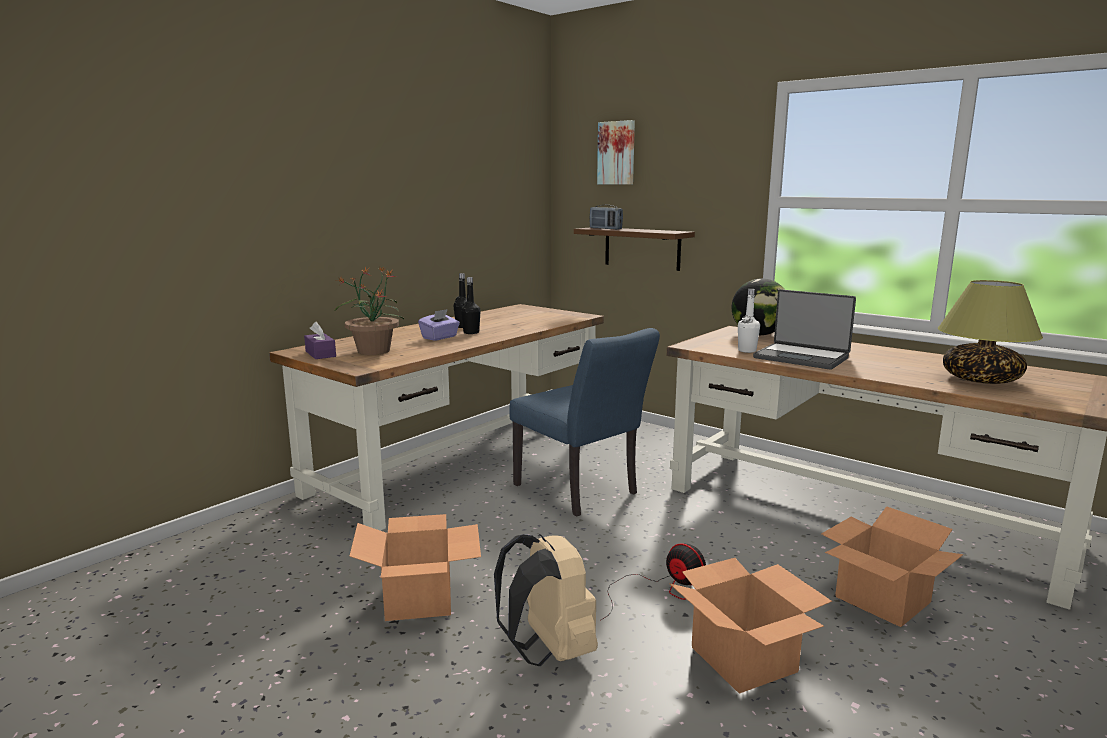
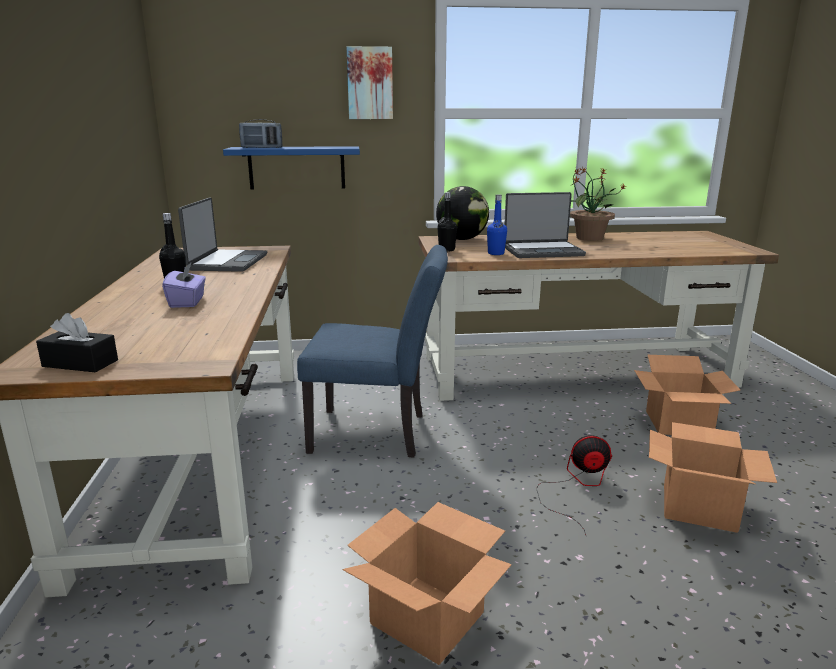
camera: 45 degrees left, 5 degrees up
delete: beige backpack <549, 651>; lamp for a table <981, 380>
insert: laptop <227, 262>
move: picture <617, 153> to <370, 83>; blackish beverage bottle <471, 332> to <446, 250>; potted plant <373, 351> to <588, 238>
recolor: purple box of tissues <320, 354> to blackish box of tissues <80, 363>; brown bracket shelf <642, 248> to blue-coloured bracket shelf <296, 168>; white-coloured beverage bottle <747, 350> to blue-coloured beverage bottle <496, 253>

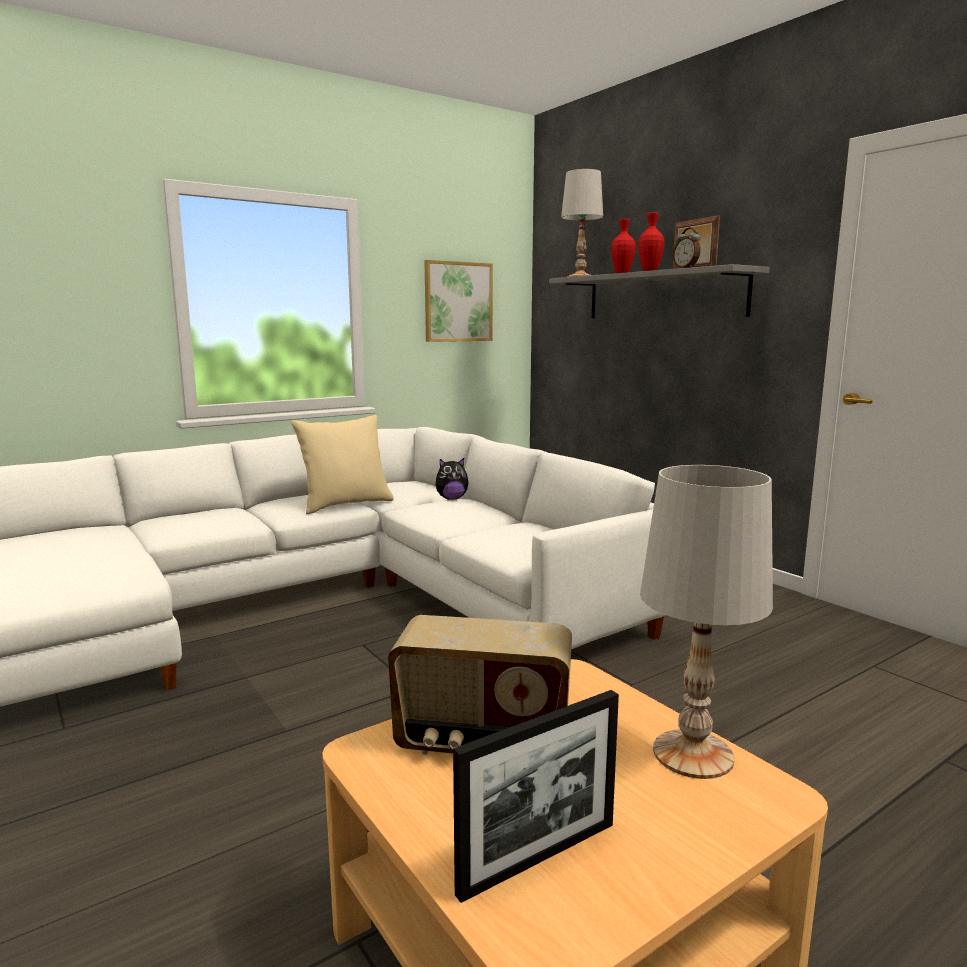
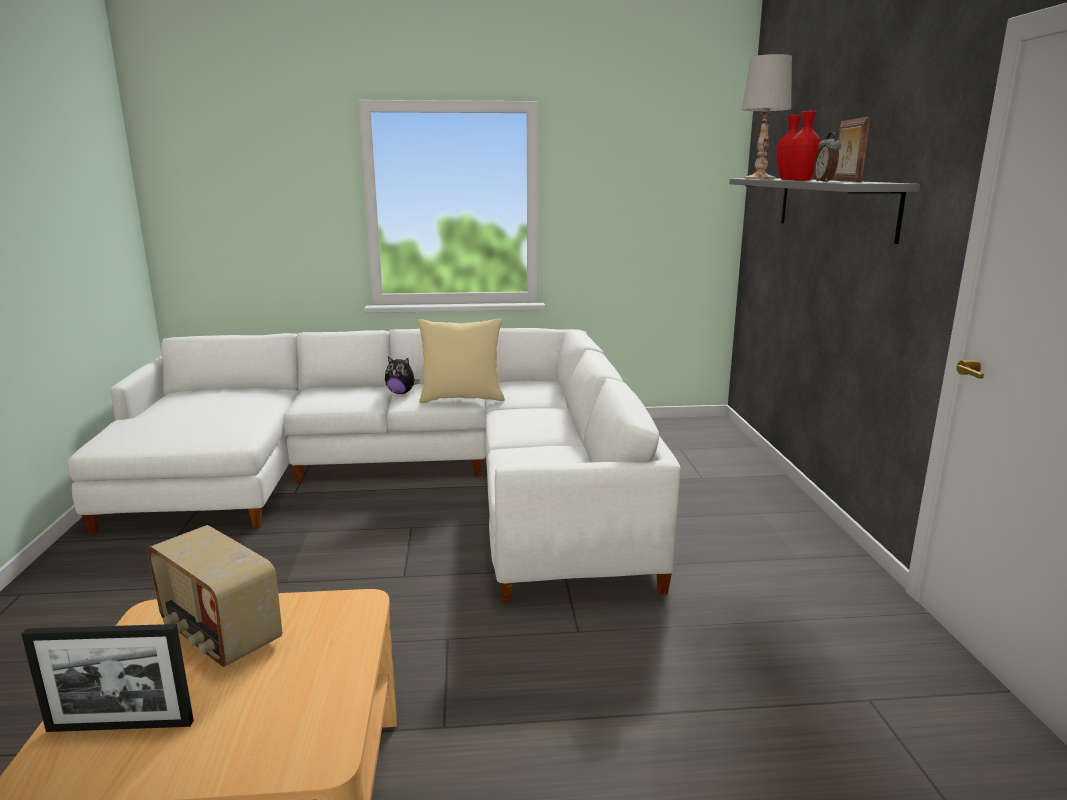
camera: 30 degrees right, 5 degrees up
delete: picture <458, 302>; white-coloured lamp for a table <693, 753>
move: soft toy <451, 498> to <401, 393>

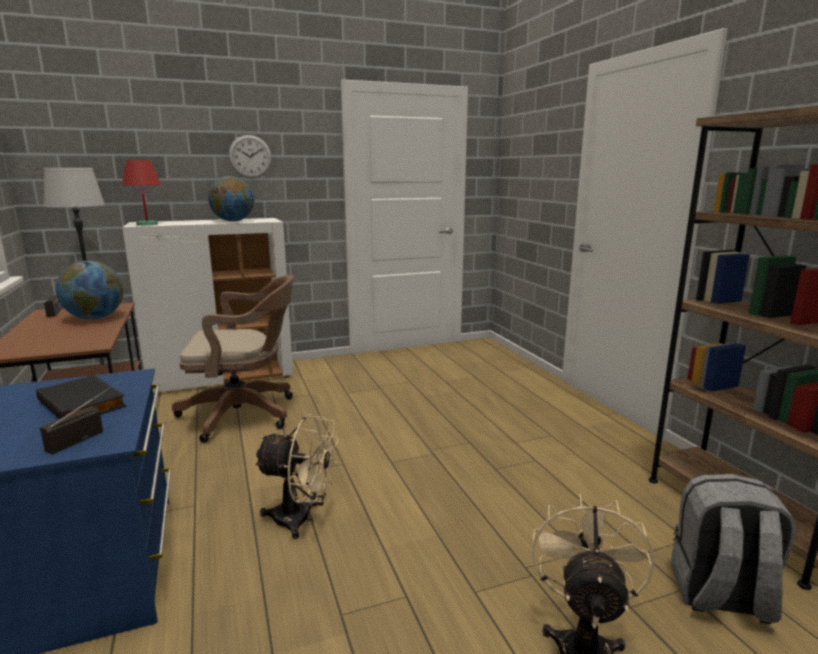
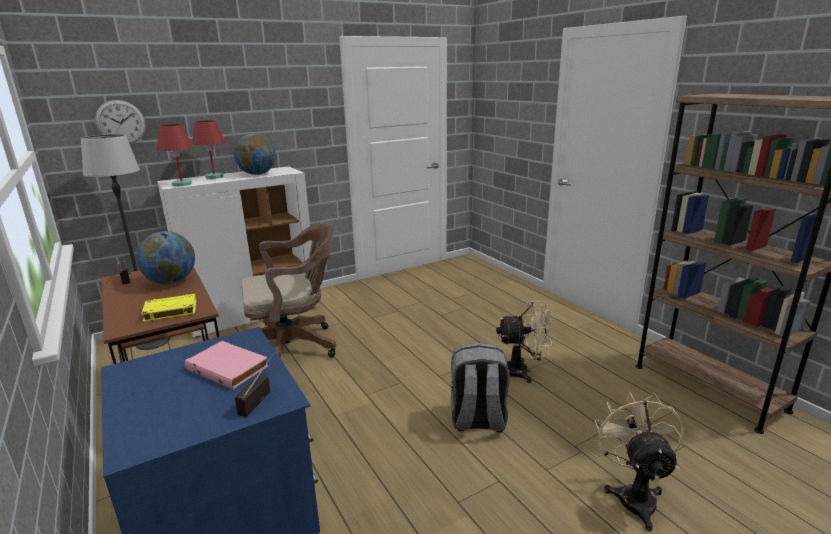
camera: 10 degrees left, 5 degrees up
insert: yellow-coloured volume <170, 311>; red-coloured lamp for a table <215, 177>
move: wall clock <250, 157> to <120, 122>; grey backpack <720, 596> to <477, 420>; beige electric fan <301, 519> to <522, 371>
recolor: blackish volume <84, 403> to pinkish volume <229, 367>

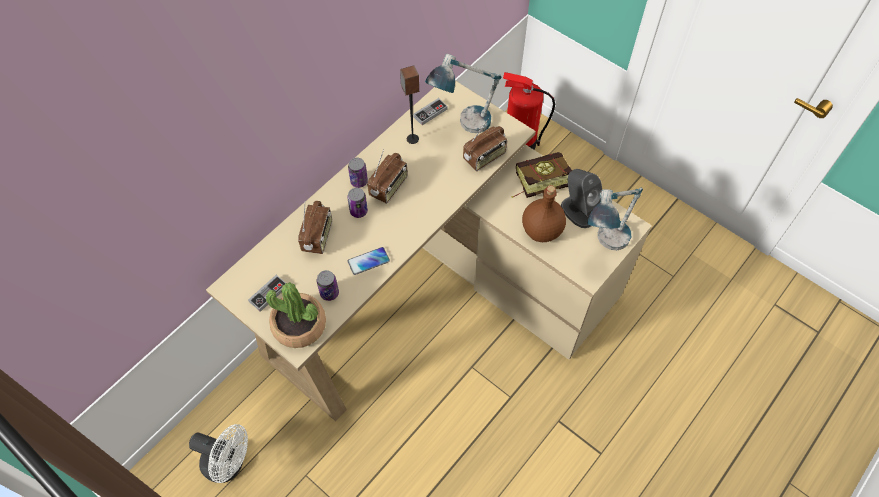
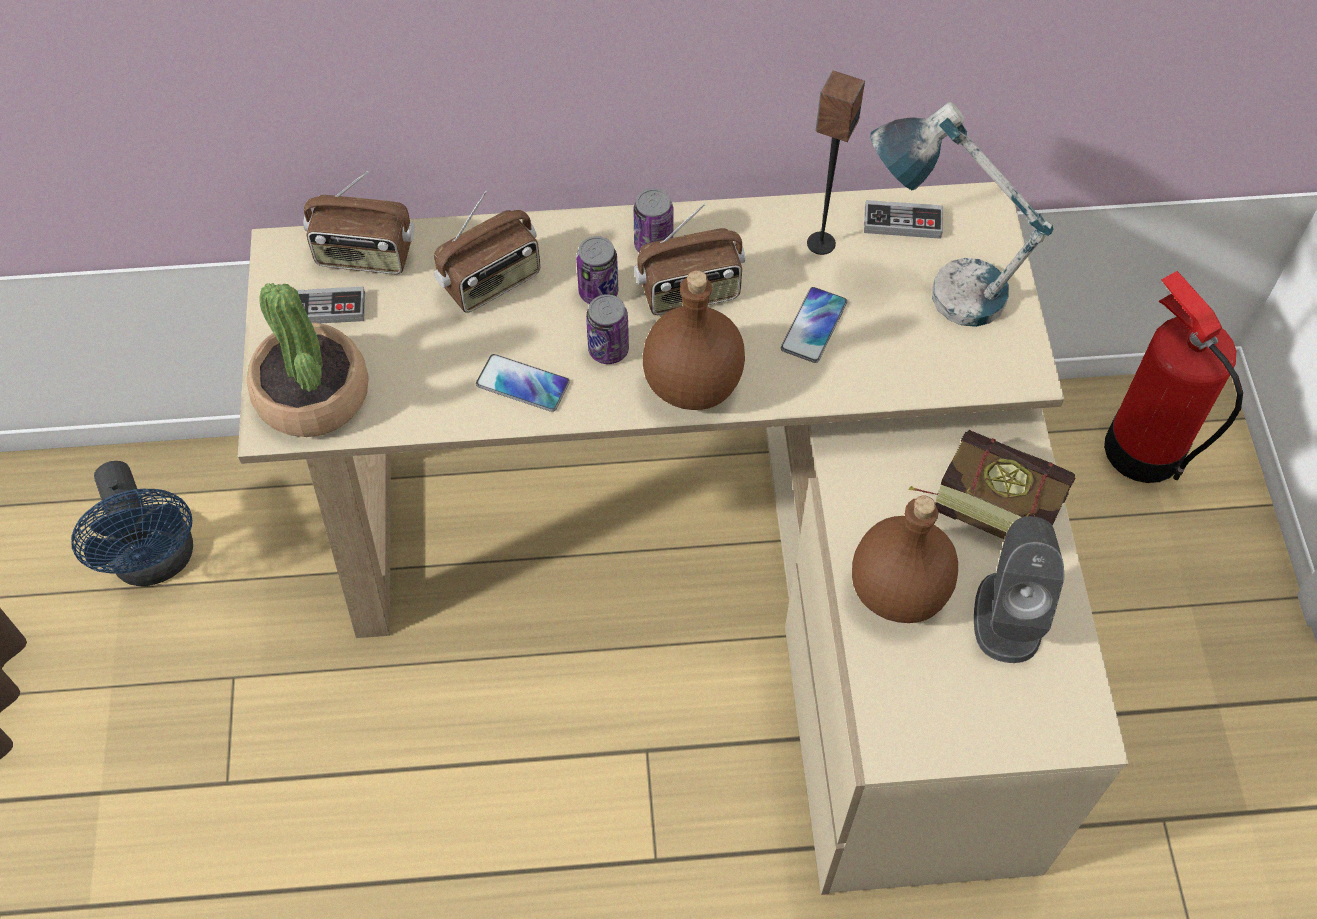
camera: 45 degrees right, 0 degrees up
delete: lamp for a table <605, 245>
insert: brown beverage bottle <694, 385>; phone <814, 326>
move: radio set <484, 158> to <365, 256>; metal can <329, 293> to <608, 349>
recolor: white-coloured electric fan <229, 464> to blue-coloured electric fan <157, 562>

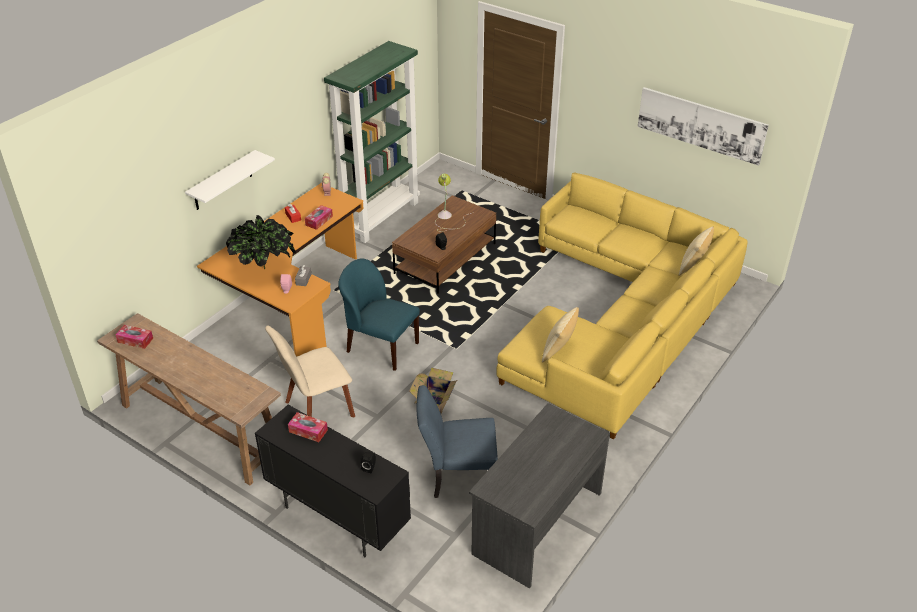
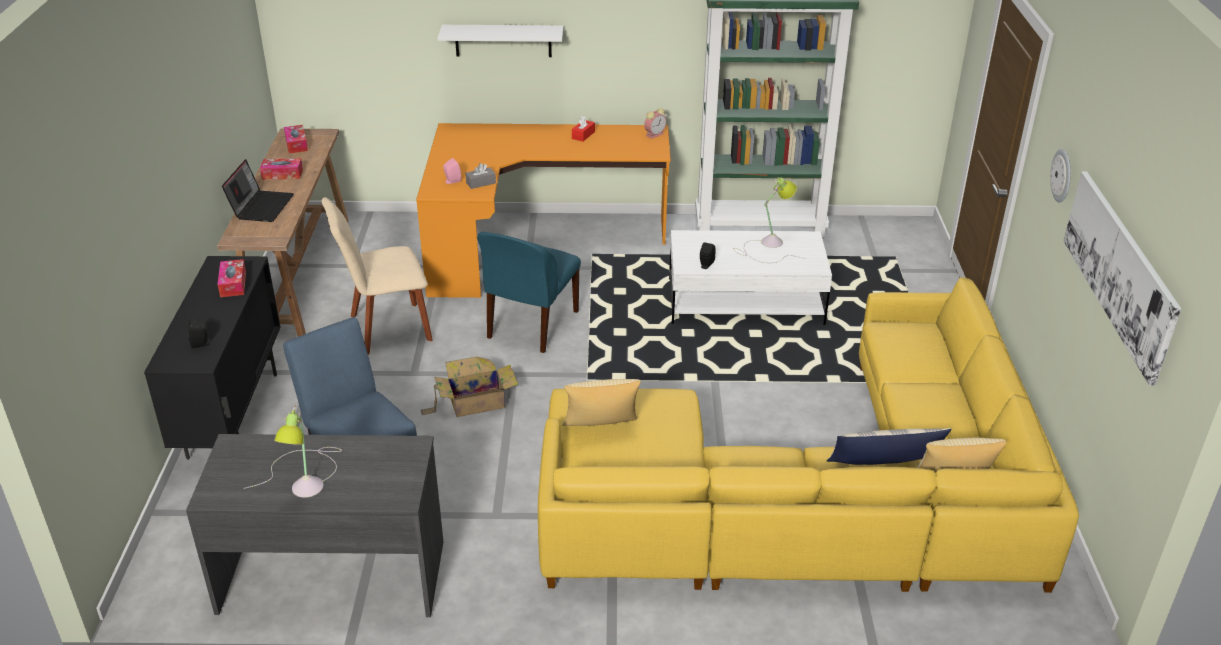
camera: 55 degrees right, 5 degrees down
delete: potted plant <264, 268>
insert: laptop <261, 206>; lamp for a table <305, 478>; pillow <884, 463>; wall clock <1062, 175>
move: box of tissues <319, 221> to <282, 174>
recolor: brown lounge table <445, 259> to white-coloured lounge table <744, 302>
rotate: beige upright chair <316, 411> = <385, 329> 45 degrees counterclockwise; blue-coloured upright chair <381, 347> = <531, 326> 150 degrees counterclockwise

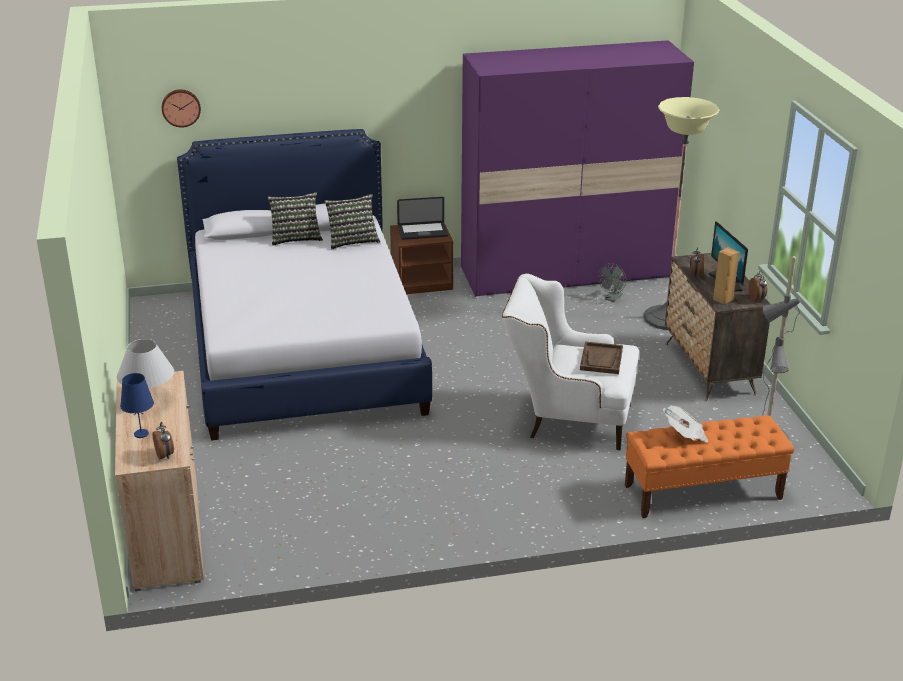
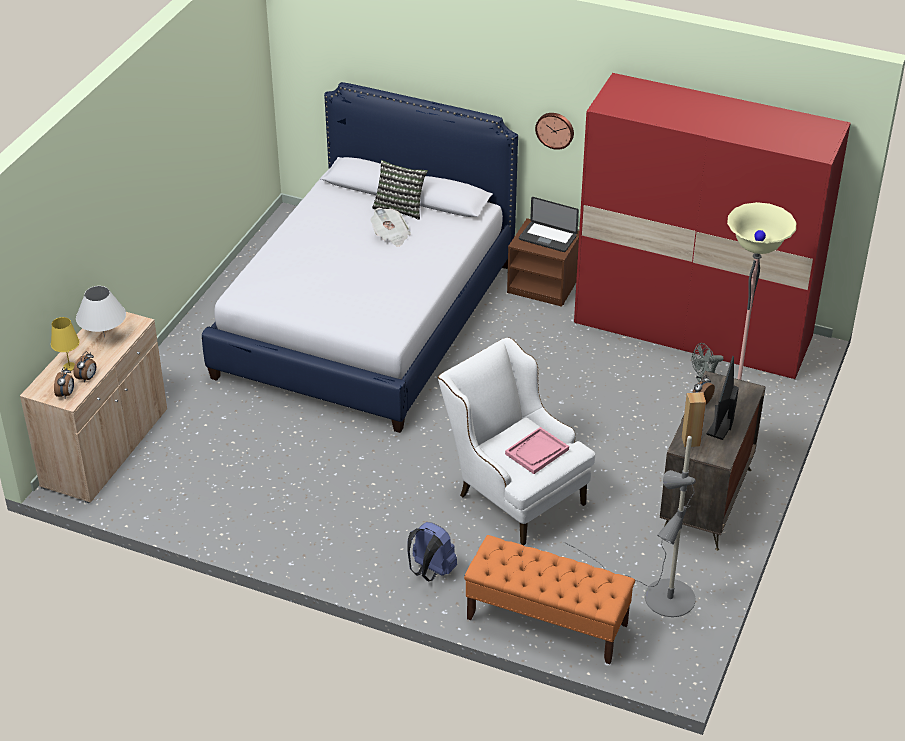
camera: 35 degrees right, 10 degrees up
delete: pillow <352, 241>
insert: blue-coloured backpack <430, 571>
move: alarm clock <757, 299> to <87, 378>; daily paper <685, 435> to <391, 235>; wall clock <181, 107> to <555, 129>
recolor: blue-coloured lamp for a table <141, 434> to yellow-coloured lamp for a table <69, 367>; brown tray <601, 359> to pinkish tray <537, 452>; purple armoire <566, 272> to red-coloured armoire <693, 330>

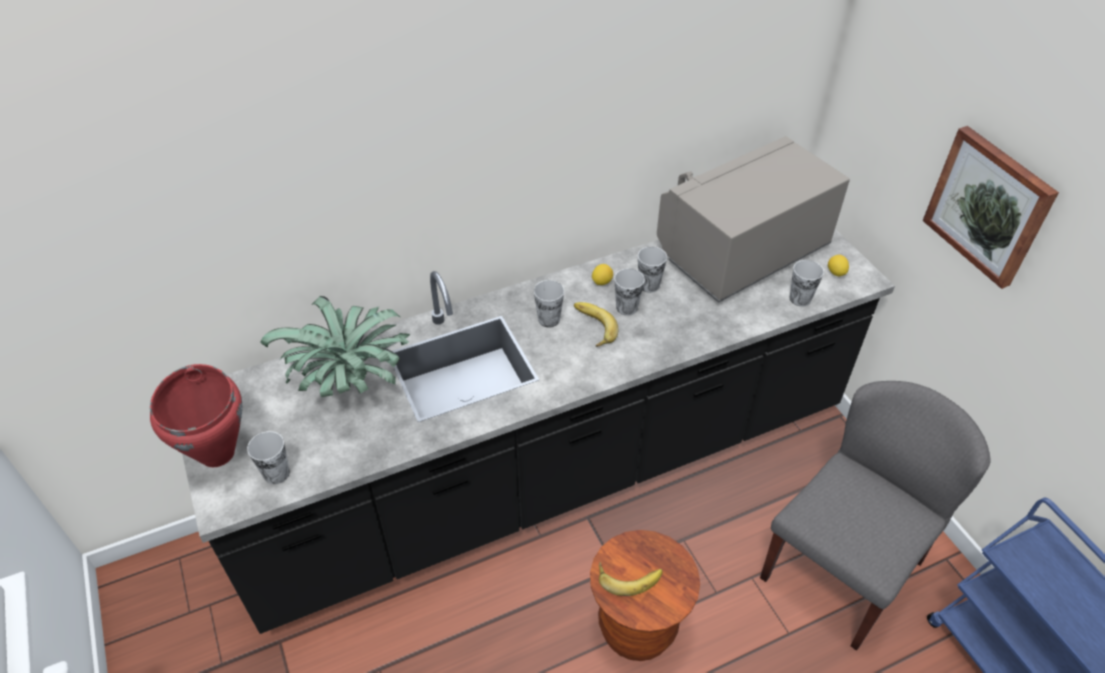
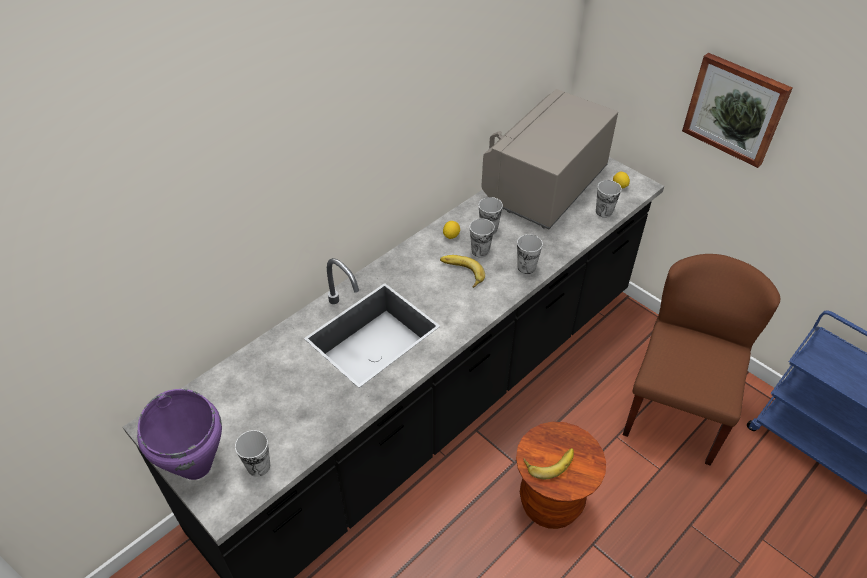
camera: 20 degrees left, 0 degrees up
delete: potted plant <351, 379>
move: cup <549, 319> to <526, 267>
recolor: red-coloured stockpot <218, 453> to purple stockpot <196, 465>; grey upright chair <841, 568> to brown upright chair <675, 409>

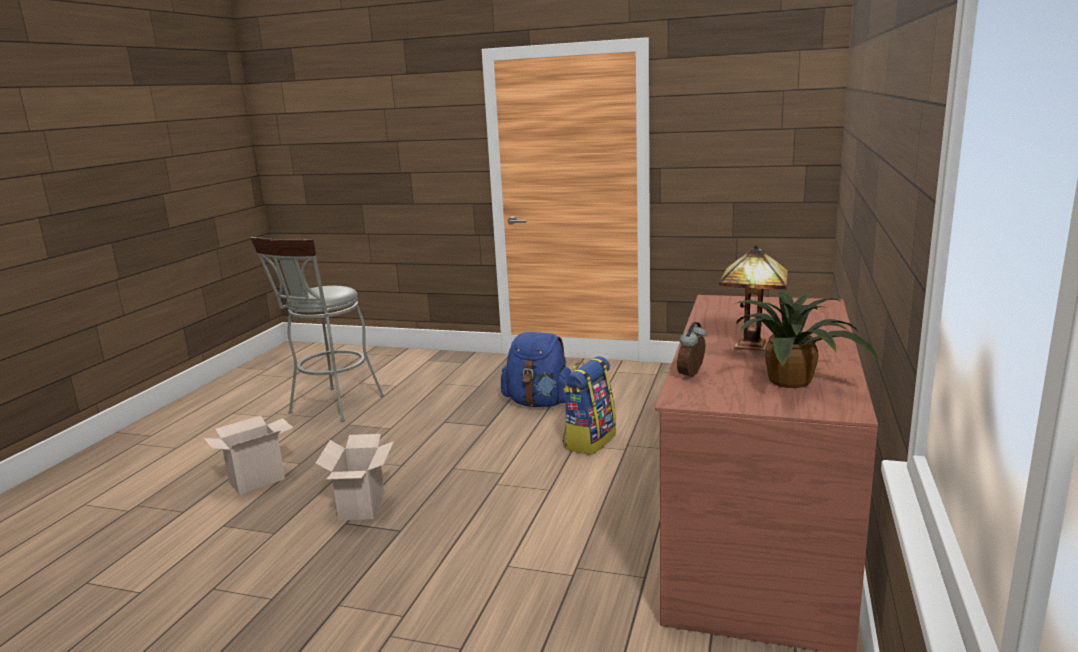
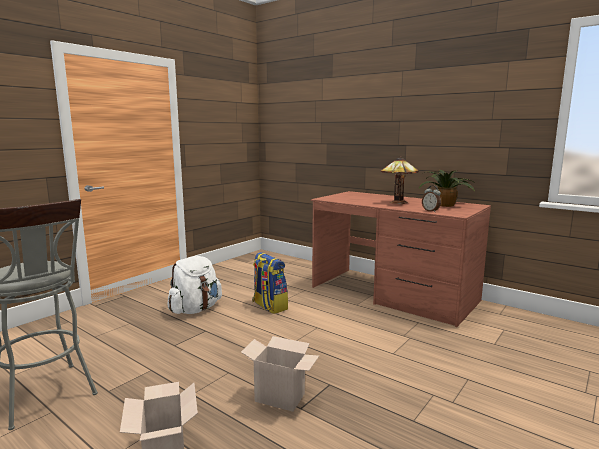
camera: 70 degrees left, 5 degrees down
recolor: blue-coloured backpack <539, 403> to white-coloured backpack <195, 309>

